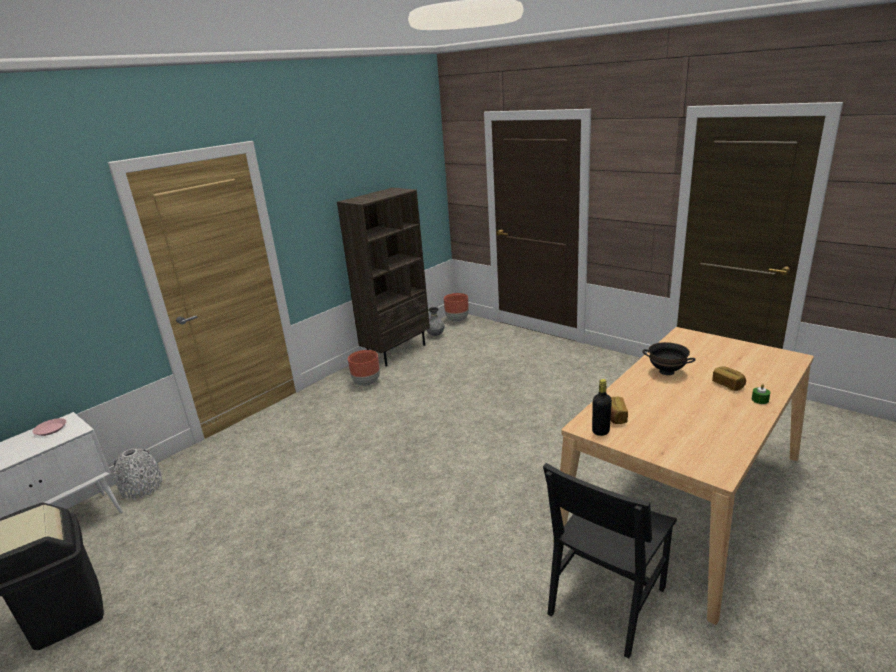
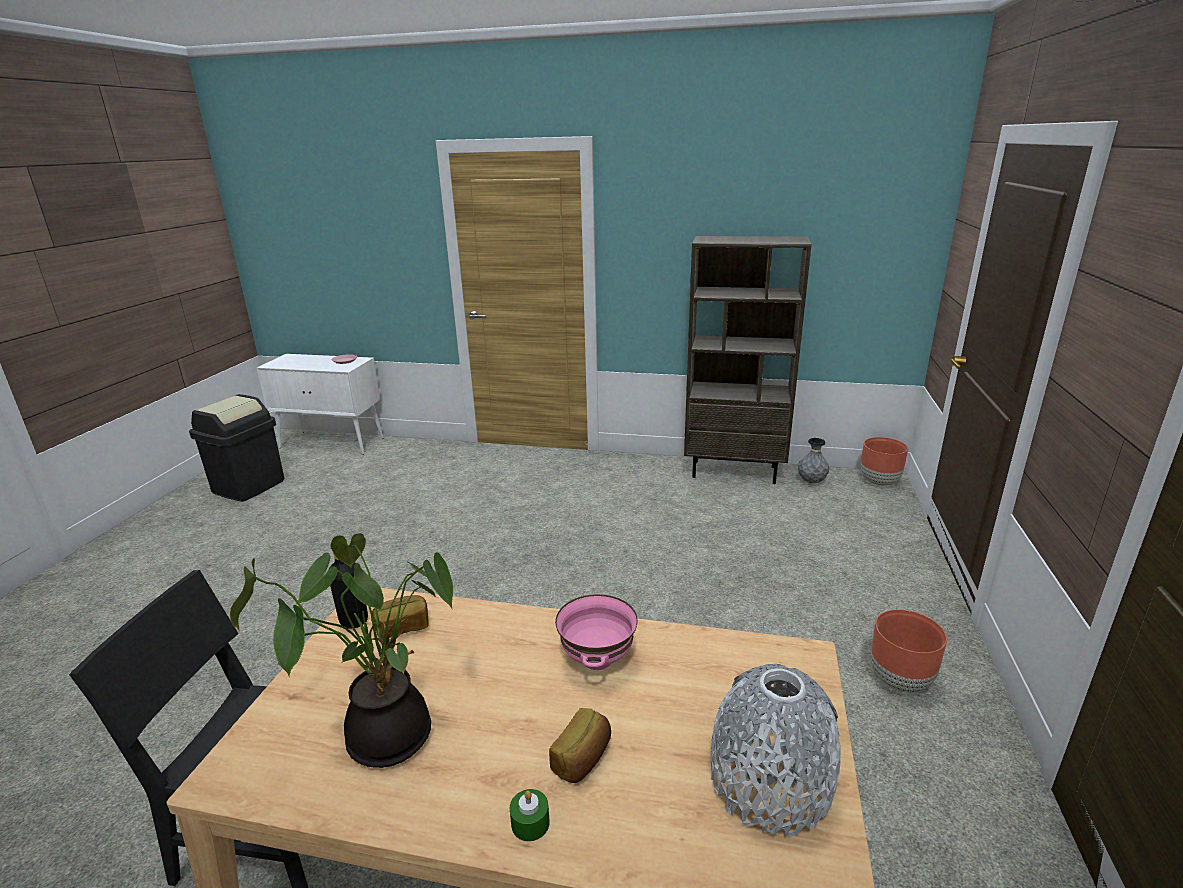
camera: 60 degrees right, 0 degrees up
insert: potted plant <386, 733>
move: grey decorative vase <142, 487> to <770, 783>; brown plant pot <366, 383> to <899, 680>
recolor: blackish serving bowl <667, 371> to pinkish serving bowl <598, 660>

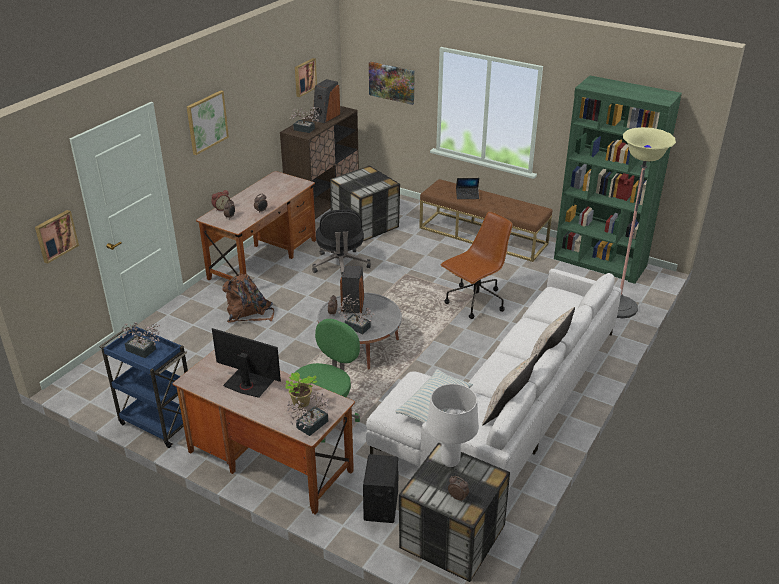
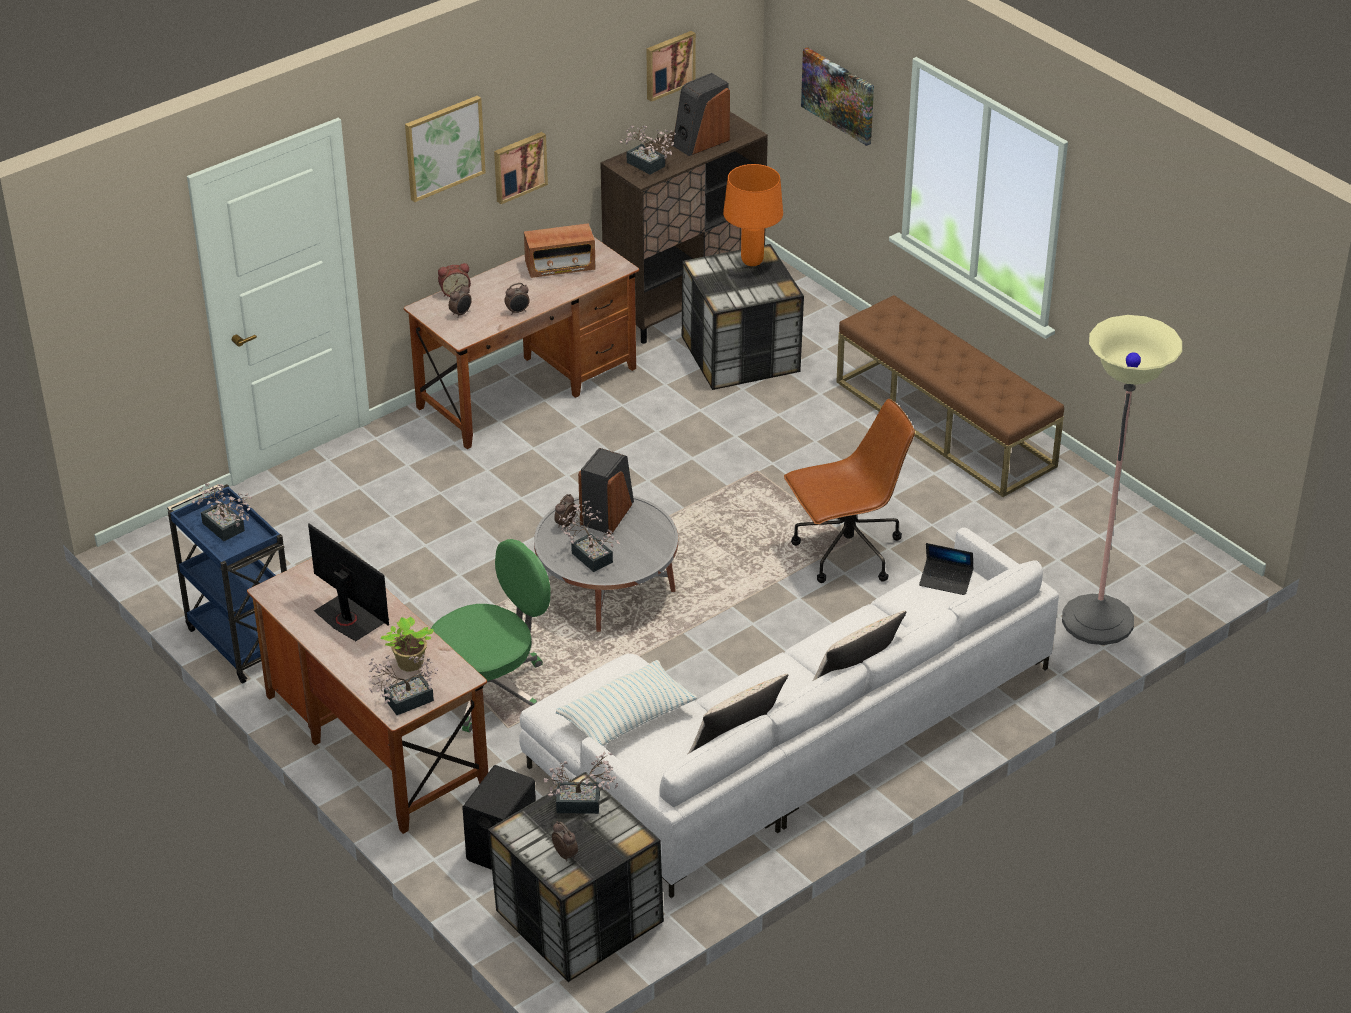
camera: 20 degrees right, 5 degrees up
delete: brown backpack <249, 313>; blackish computer chair <341, 266>; greenish shelving unit <600, 263>
insert: radio set <560, 266>; orange lamp for a table <751, 261>
move: picture <55, 235> to <519, 166>; laptop <467, 195> to <946, 581>
replace: white-coloured lamp for a table <450, 462> to potted plant <584, 803>

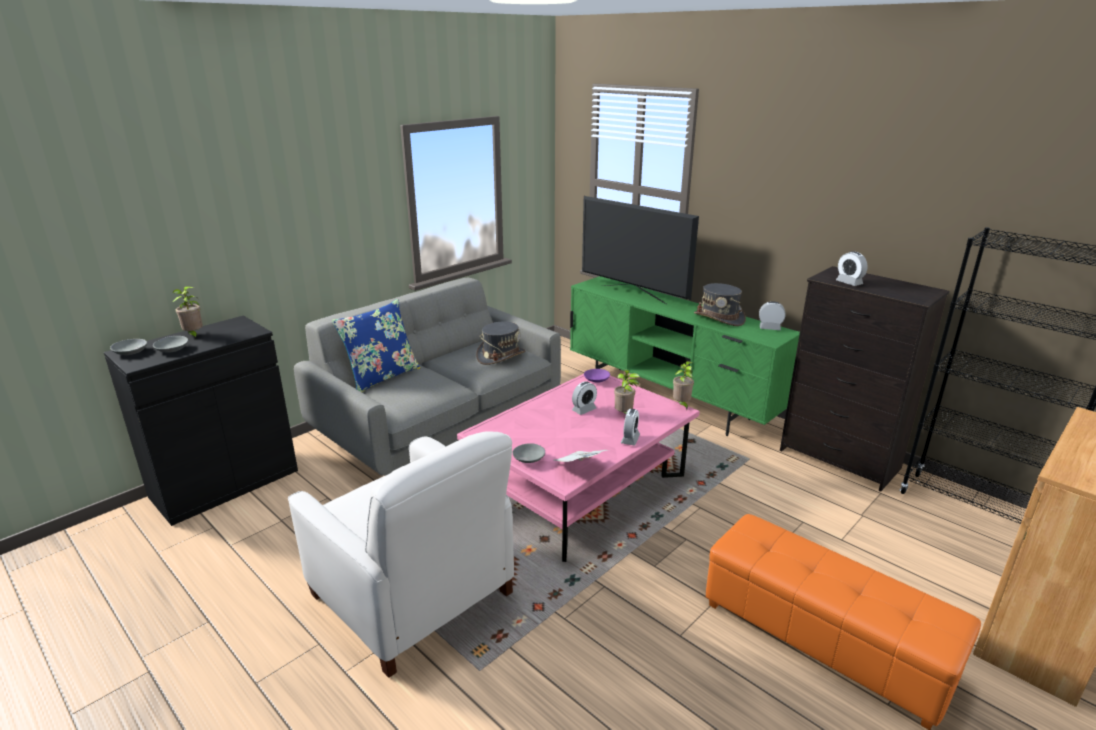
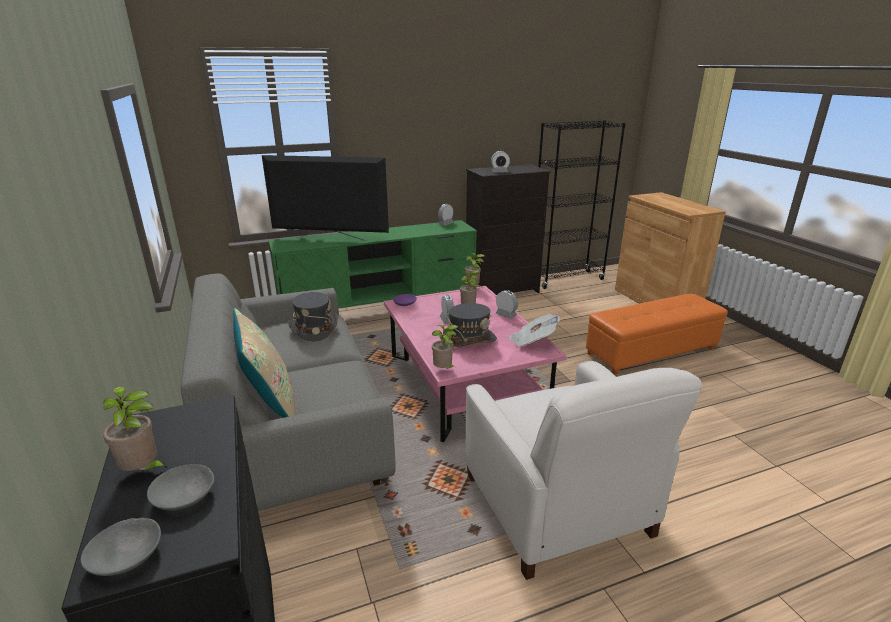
camera: 65 degrees left, 0 degrees up
delete: grey serving bowl <528, 459>
insert: potted plant <444, 370>
move: grey wearable hat <719, 318> to <469, 340>
recolor: blue-coloured pillow <381, 377> to beige pillow <270, 403>
rotate: television <633, 294> = <330, 239> 150 degrees counterclockwise; white-coloured easy chair <414, 595> = <558, 506> 90 degrees clockwise

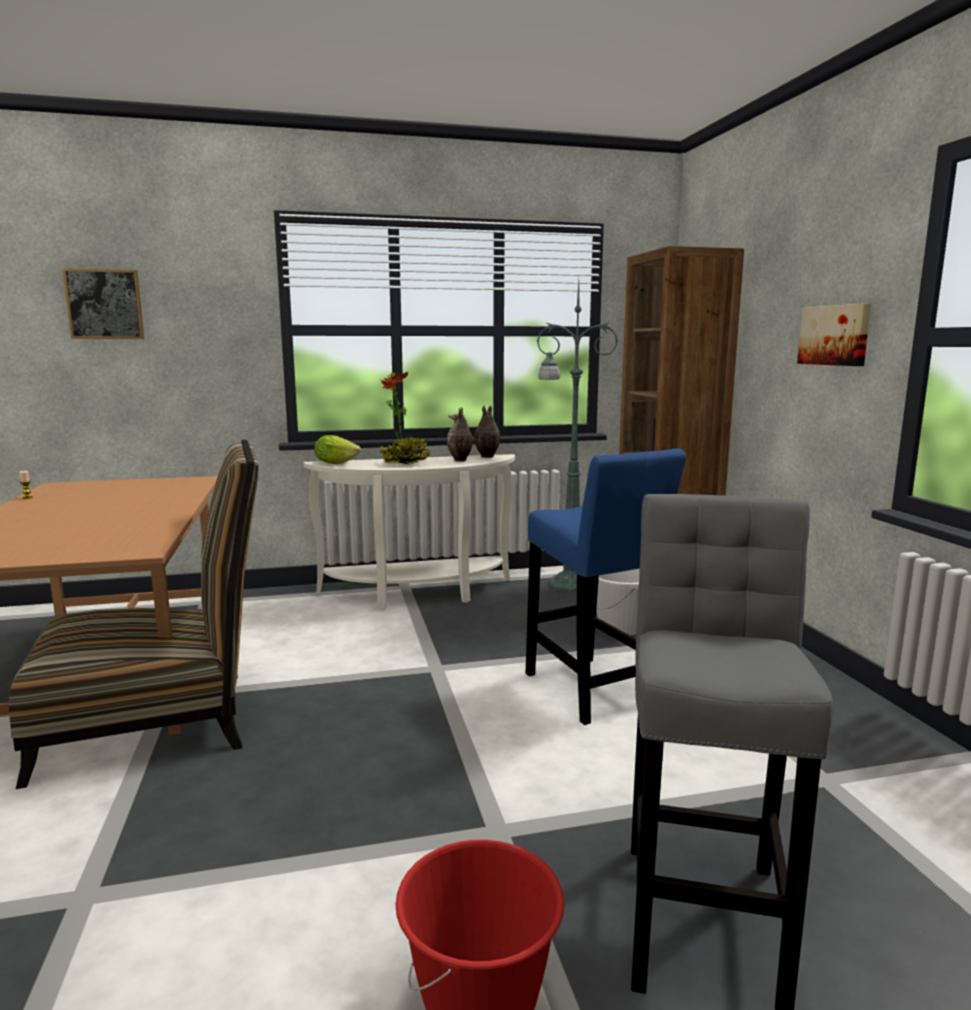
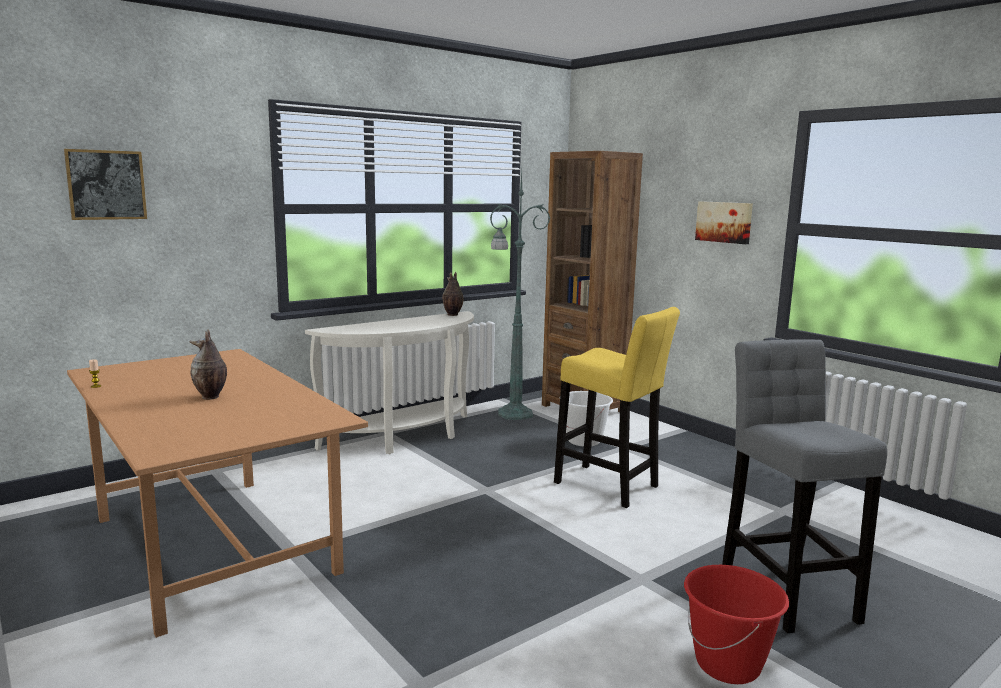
camera: 25 degrees left, 0 degrees up
delete: upright chair <161, 721>; lettuce head <335, 463>; potted plant <405, 463>
move: decorative vase <460, 460> to <210, 397>
recolor: blue-coloured stool <593, 692> to yellow-coloured stool <610, 487>

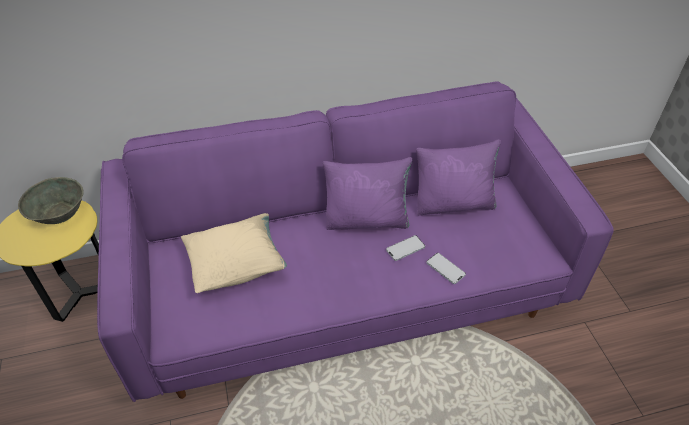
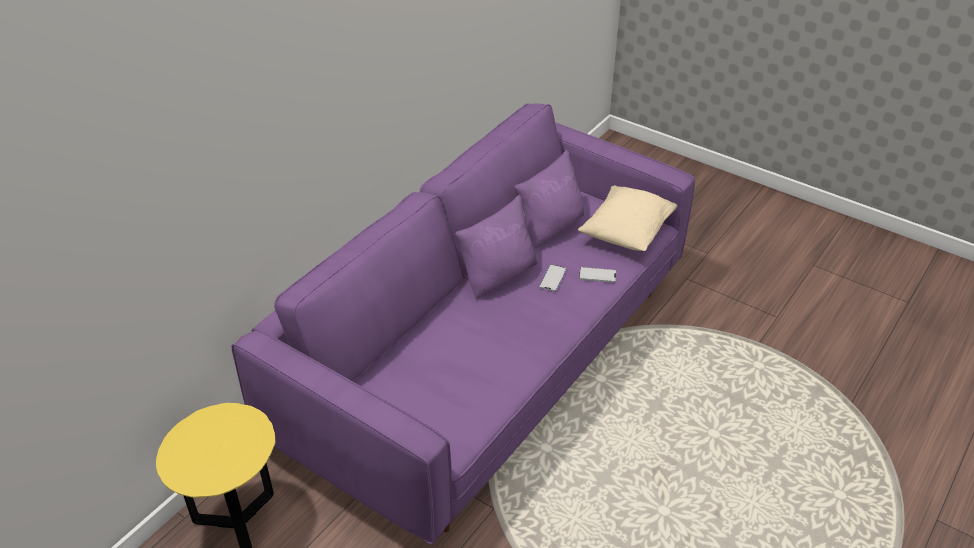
camera: 40 degrees left, 5 degrees down
delete: grey serving bowl <59, 214>
move: beige pillow <236, 266> to <626, 234>

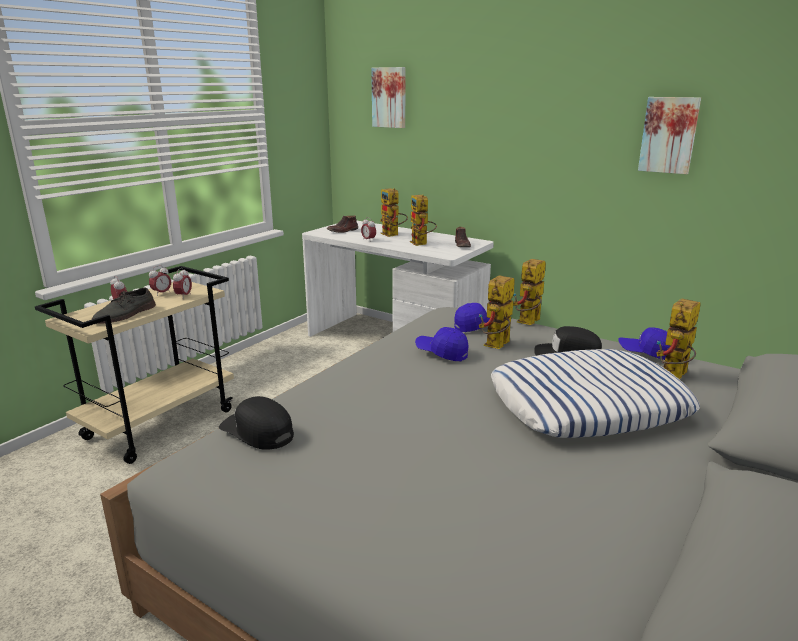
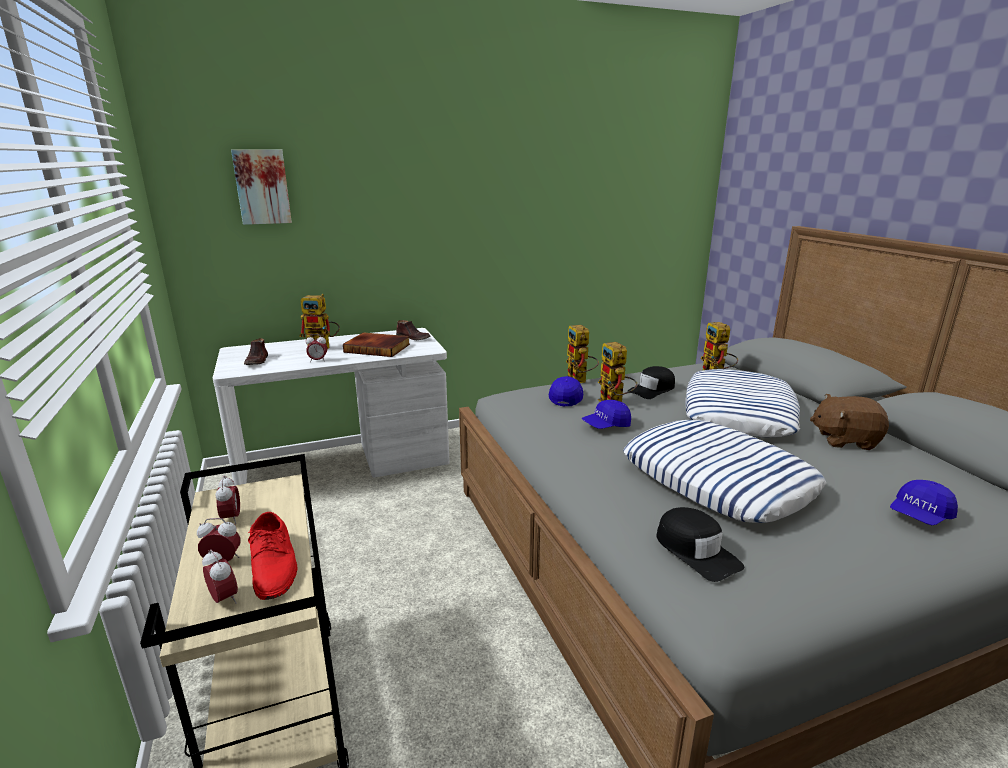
camera: 55 degrees left, 0 degrees up
delete: picture <669, 135>
insert: pillow <717, 479>; brown soft toy <844, 440>
move: alarm clock <184, 296> to <224, 599>; blue-coloured baseball cap <646, 353> to <919, 516>
replace: model robot <421, 244> to volume <378, 348>
recolor: grey shoe <125, 314> to red-coloured shoe <274, 564>
rotate: blackish baseball cap <257, 431> = <696, 551> 105 degrees counterclockwise

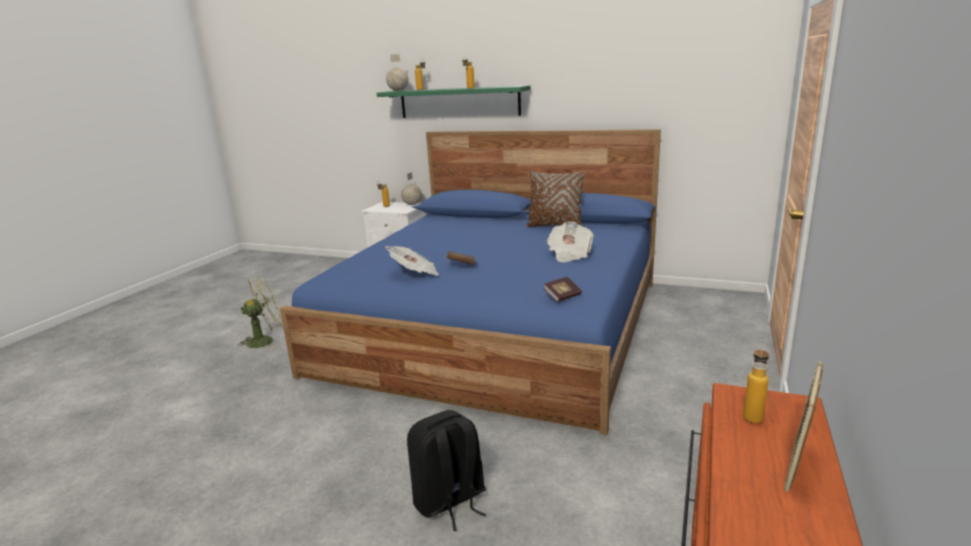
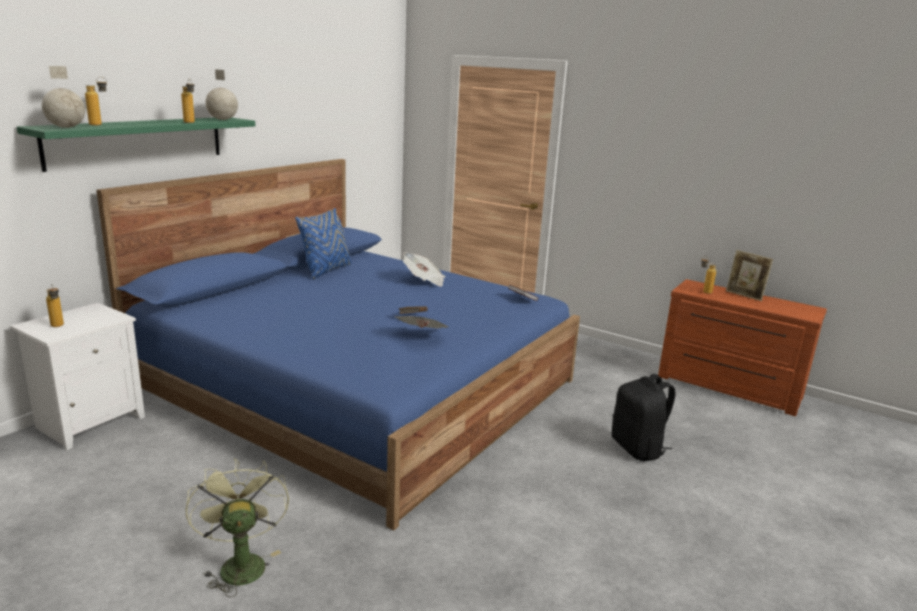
camera: 80 degrees left, 0 degrees up
move: globe <412, 204> to <222, 119>
recolor: brown pillow <555, 226> to blue-coloured pillow <326, 270>

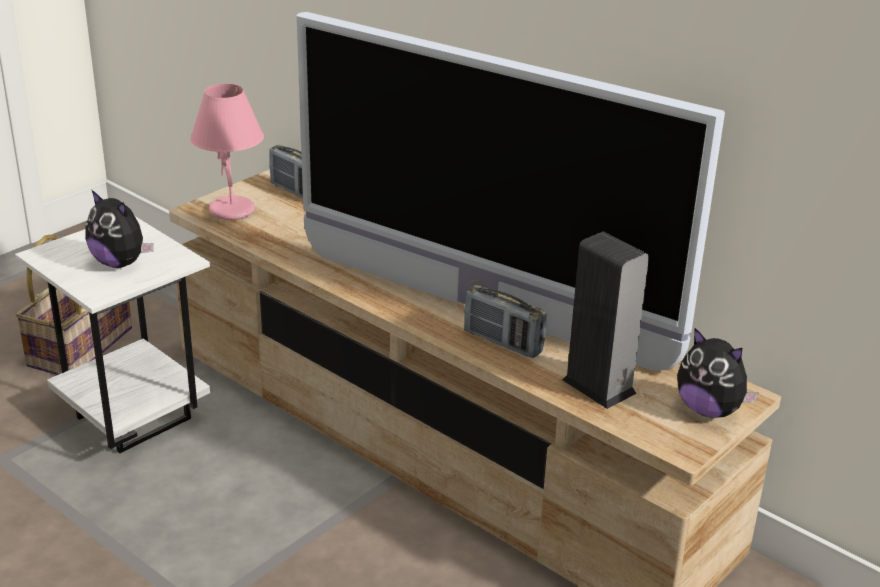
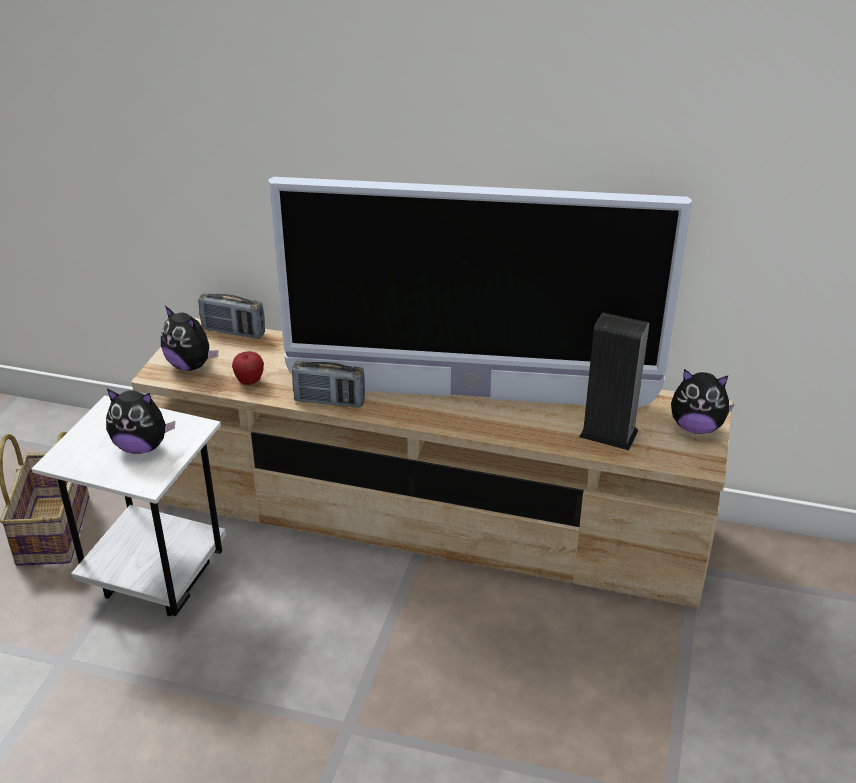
camera: 25 degrees left, 5 degrees up
insert: whole apple <249, 382>
move: radio set <502, 342> to <329, 401>
replace: pinkish lamp for a table <233, 211> to soft toy <191, 365>

